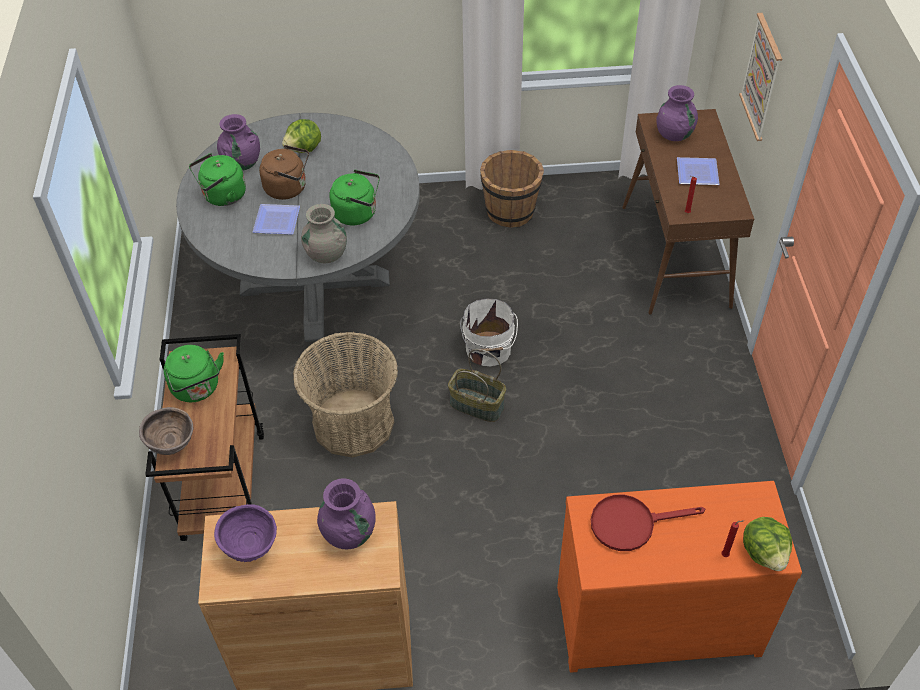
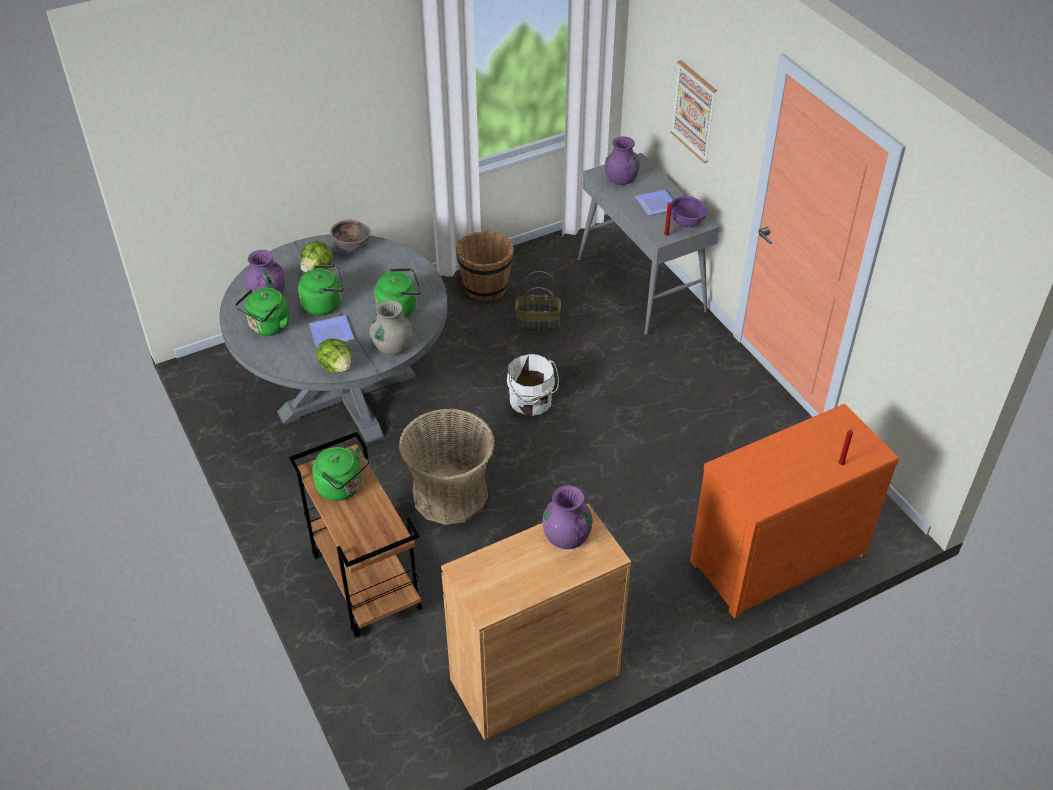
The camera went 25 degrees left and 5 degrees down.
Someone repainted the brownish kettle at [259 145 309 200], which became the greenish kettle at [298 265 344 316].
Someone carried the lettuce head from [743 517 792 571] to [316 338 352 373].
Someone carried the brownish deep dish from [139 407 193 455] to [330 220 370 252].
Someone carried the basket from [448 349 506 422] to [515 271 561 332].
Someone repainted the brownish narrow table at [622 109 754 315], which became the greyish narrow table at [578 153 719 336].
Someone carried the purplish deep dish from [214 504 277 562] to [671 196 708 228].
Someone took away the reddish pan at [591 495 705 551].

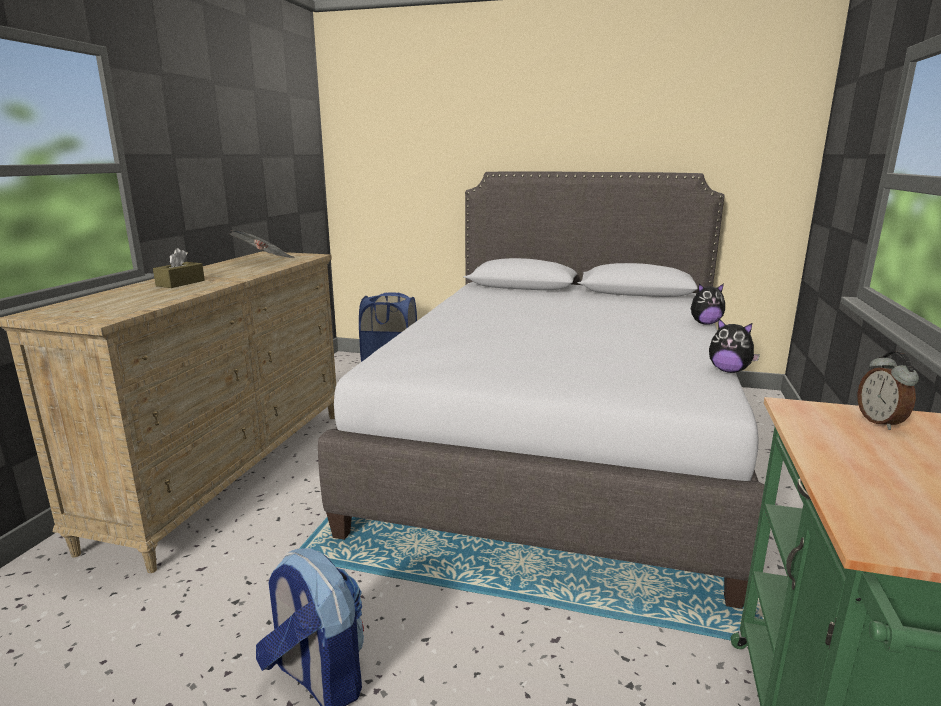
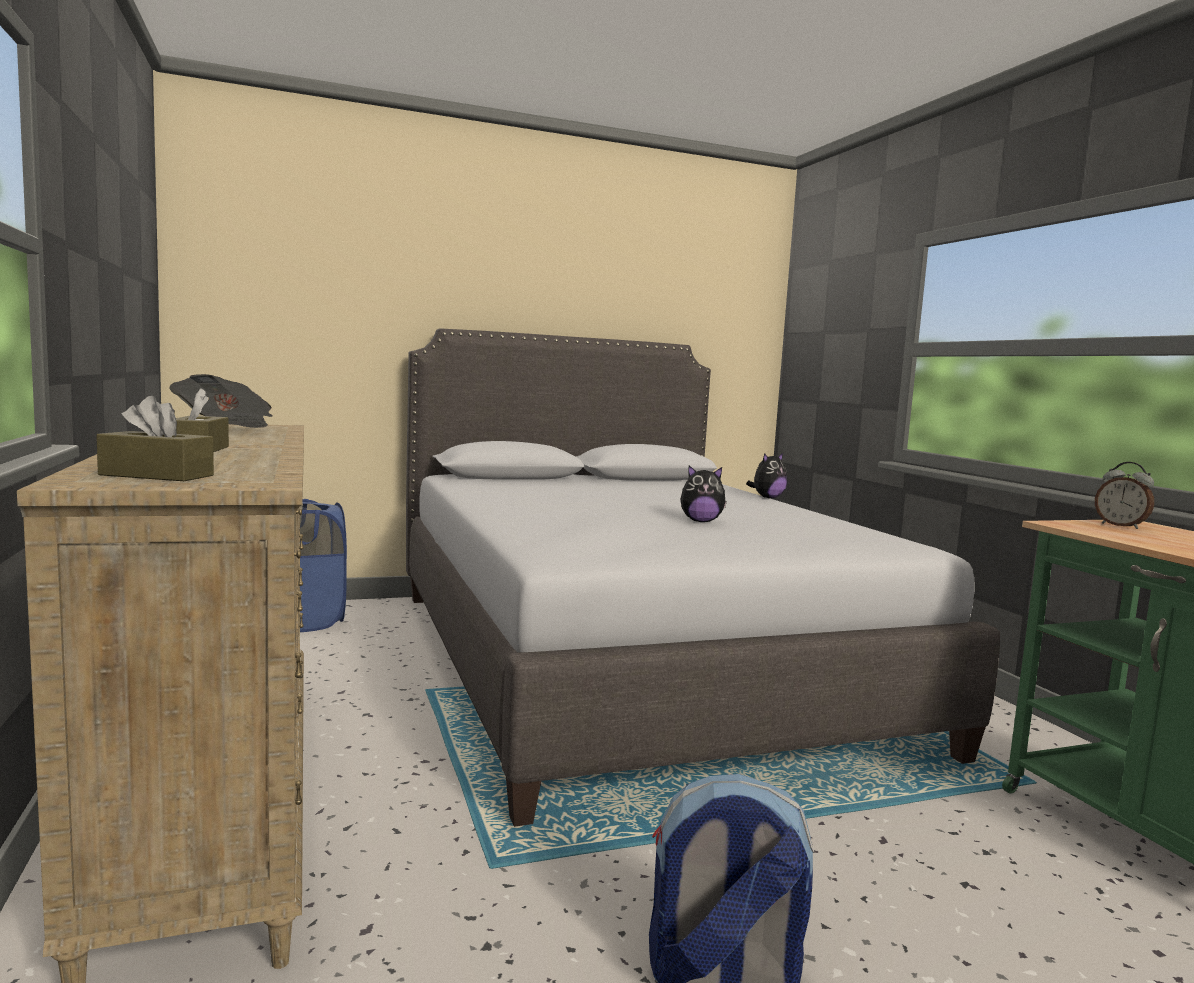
The camera went 35 degrees left and 10 degrees down.
Someone put down the brownish tissue holder at [96 396 214 481].
Someone carried the plush toy from [709 319 760 373] to [680 465 727 522].

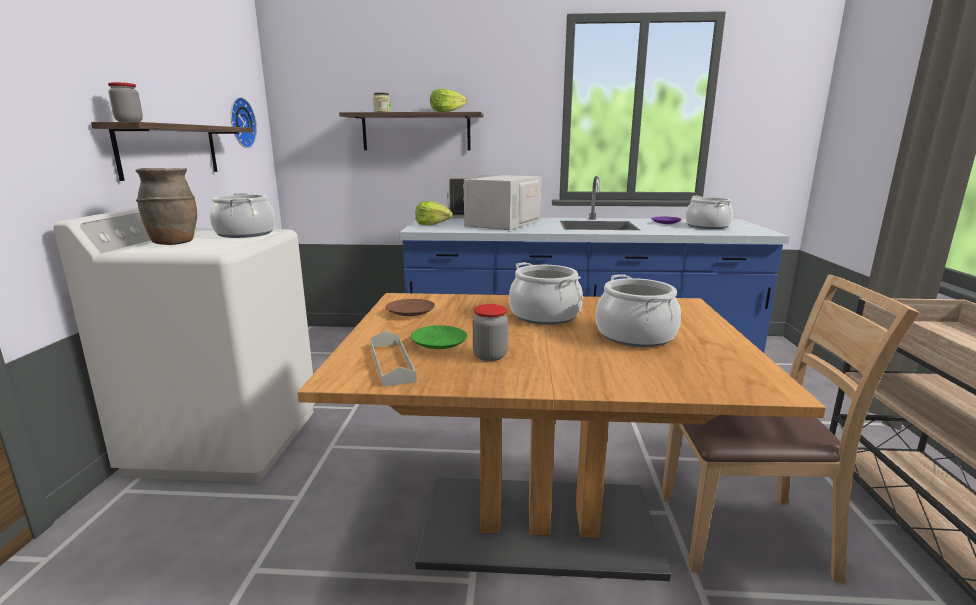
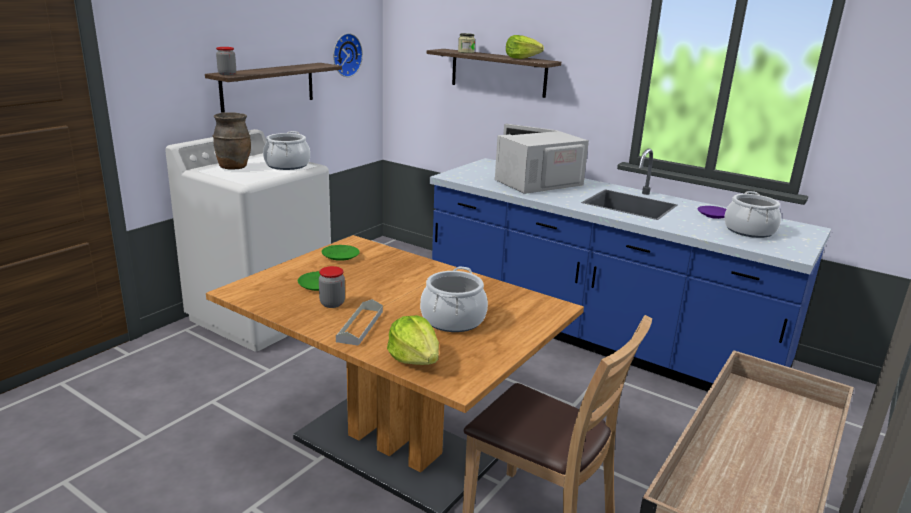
The camera went 30 degrees right and 5 degrees up.
Someone repainted the brownish flat dish at [385 299 435 316], which became the greenish flat dish at [322 245 360 261].
Someone carried the greyish carrying tray from [370 331 417 387] to [336 299 383 346].
Someone carried the lettuce head from [415 201 453 226] to [387 315 439 365].
Someone took away the cooking pot at [509 262 583 325].

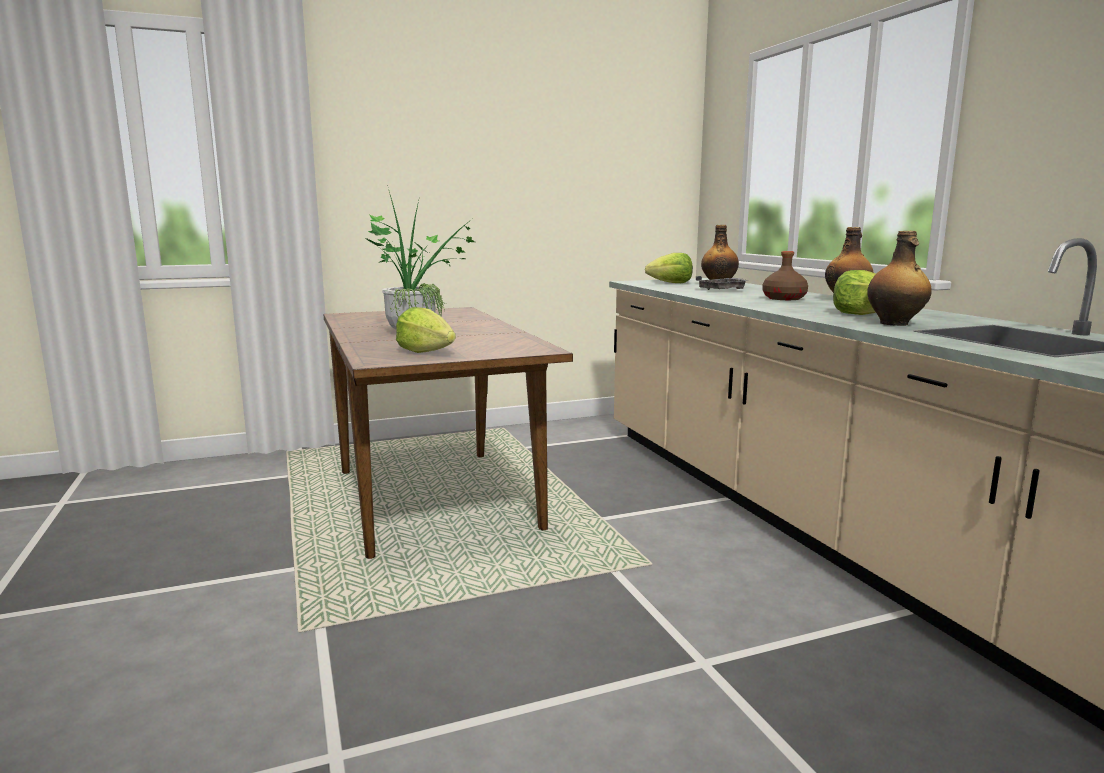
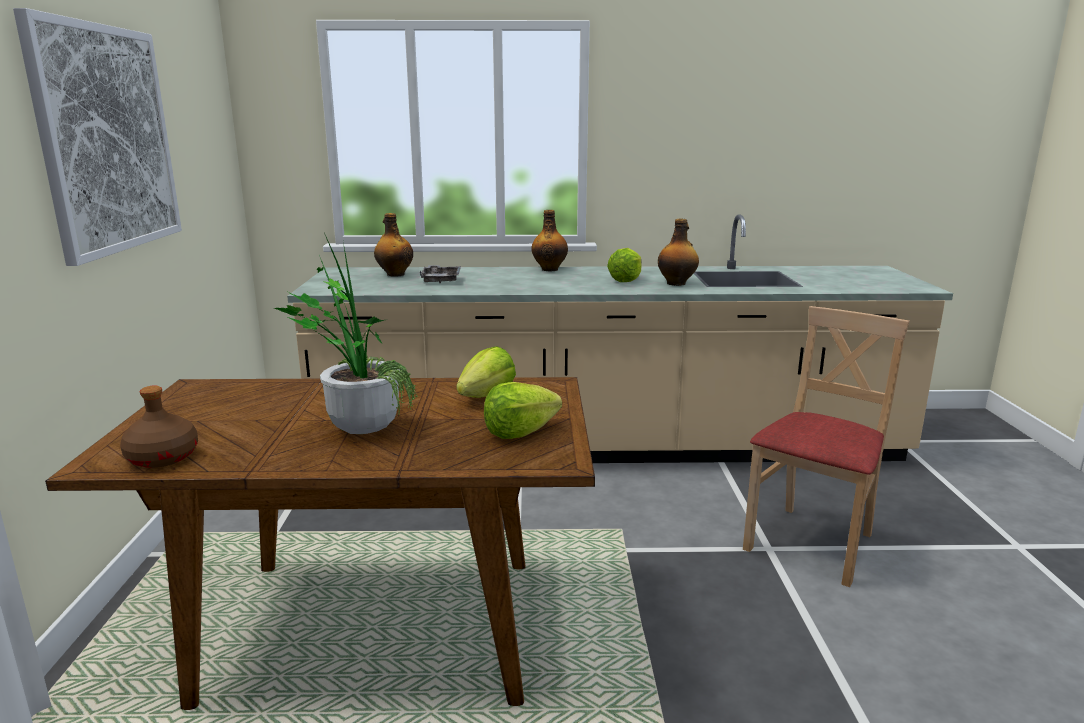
The camera went 70 degrees left and 5 degrees up.
Someone put up the wall picture at [13 8 182 266].
Someone carried the brownish bottle from [763 251 808 300] to [120 385 198 468].
Someone carried the lettuce head from [645 253 693 283] to [456 346 516 398].
Someone put down the beige upright chair at [743 306 910 587].

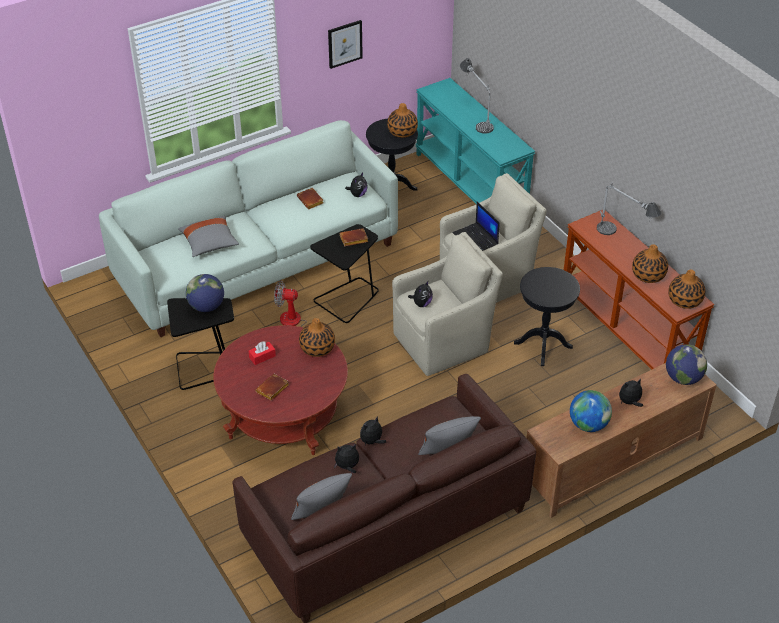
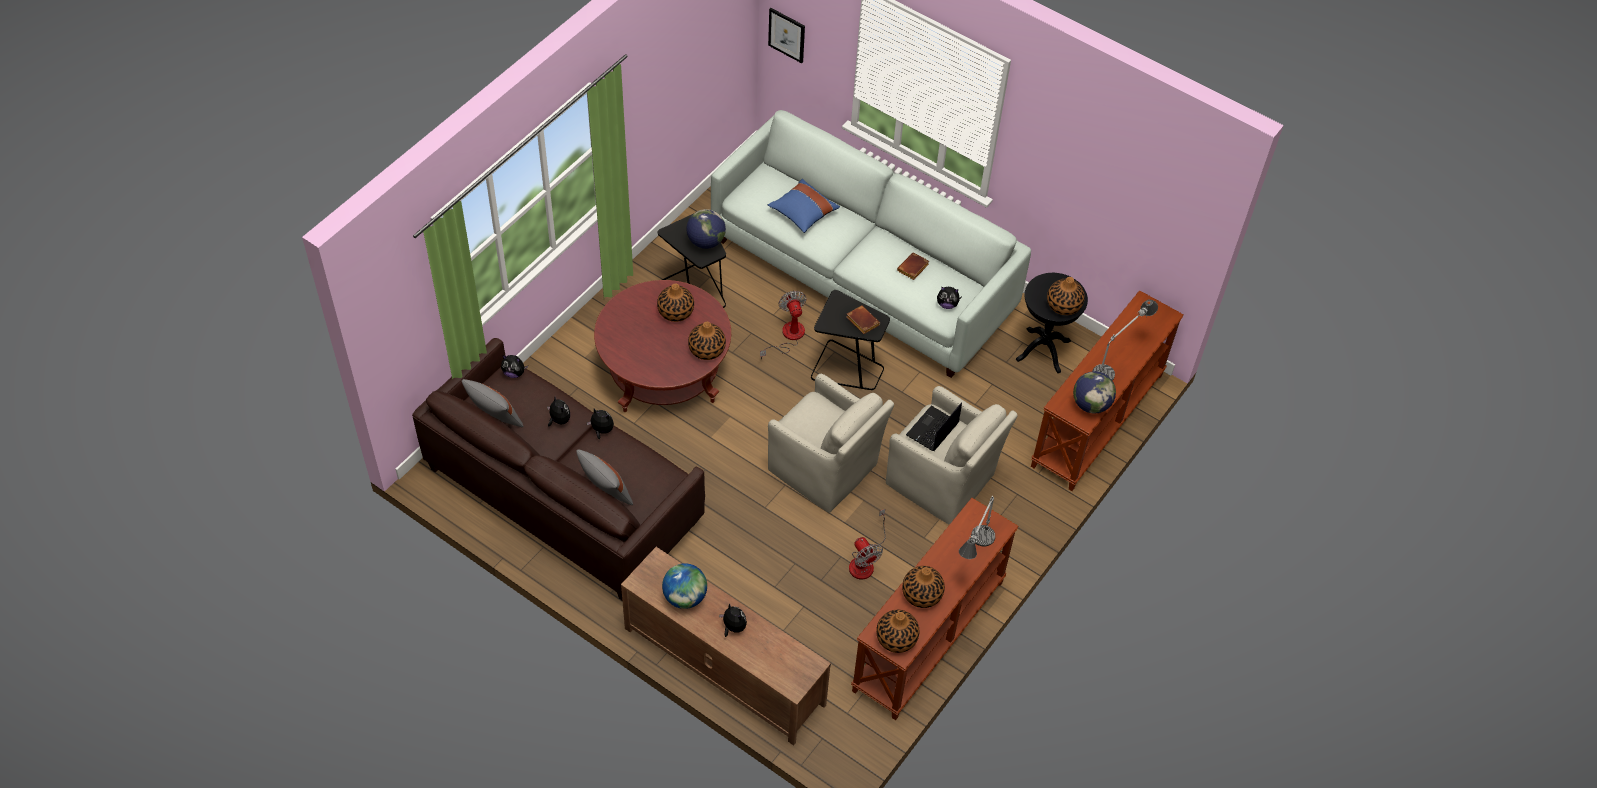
The camera went 65 degrees right and 10 degrees up.
Someone carried the plush toy from [408 280 433 307] to [501 355 528 378].
Someone swapped the reddish tissue holder at [249 341 276 365] for the decorative vase at [657 283 694 322].
Someone carried the wall picture from [328 20 363 69] to [768 8 805 63].
Someone repainted the greyish throw pillow at [178 216 239 257], which became the blue-coloured throw pillow at [768 179 840 233].
Someone swapped the blackish accent table at [514 267 580 366] for the fan at [849 509 886 580].
Someone repainted the blue-green narrow table at [416 78 535 204], which became the brownish narrow table at [1031 290 1184 491].
Someone carried the world globe from [666 344 707 385] to [1073 371 1116 413].
Someone took away the brownish volume at [255 374 289 401].

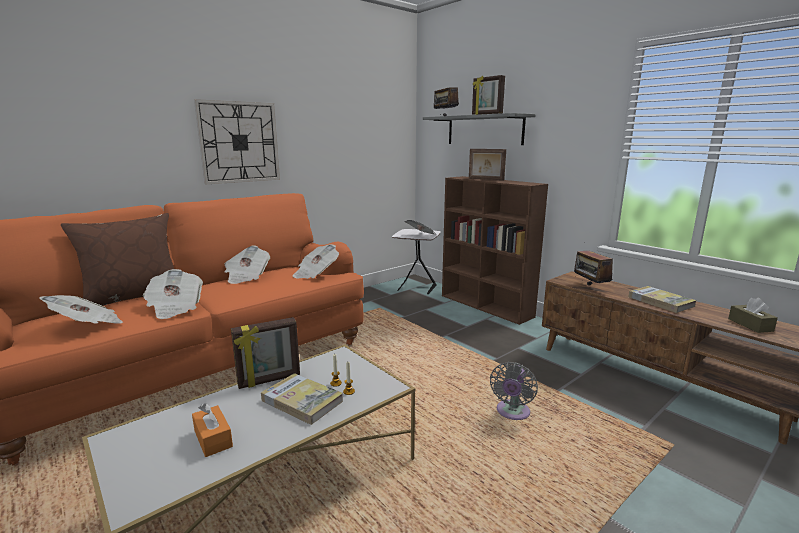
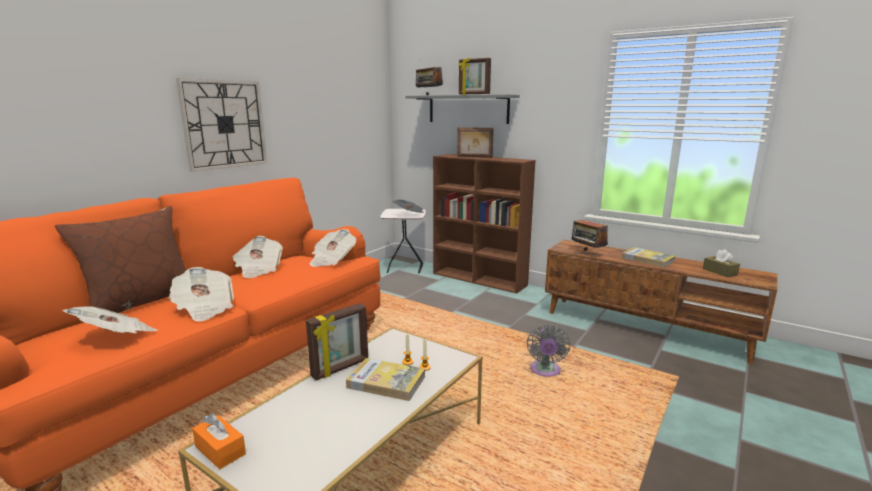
The camera went 15 degrees left and 0 degrees up.
Someone carried the orangey tissue holder from [192 403 233 457] to [192 414 246 469].

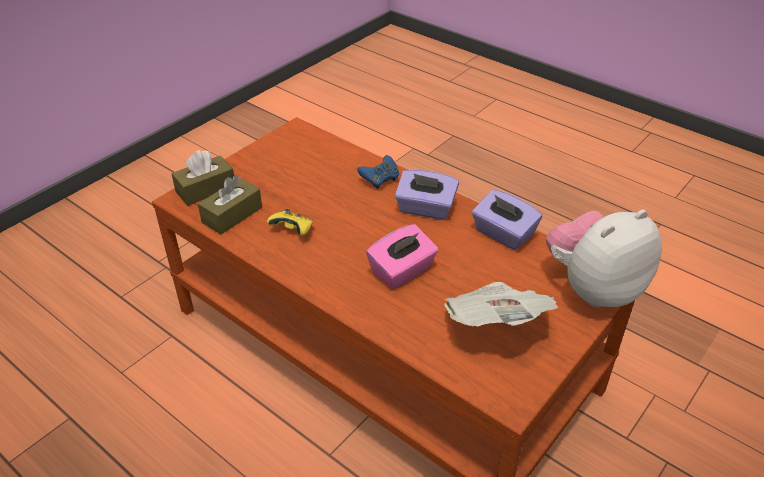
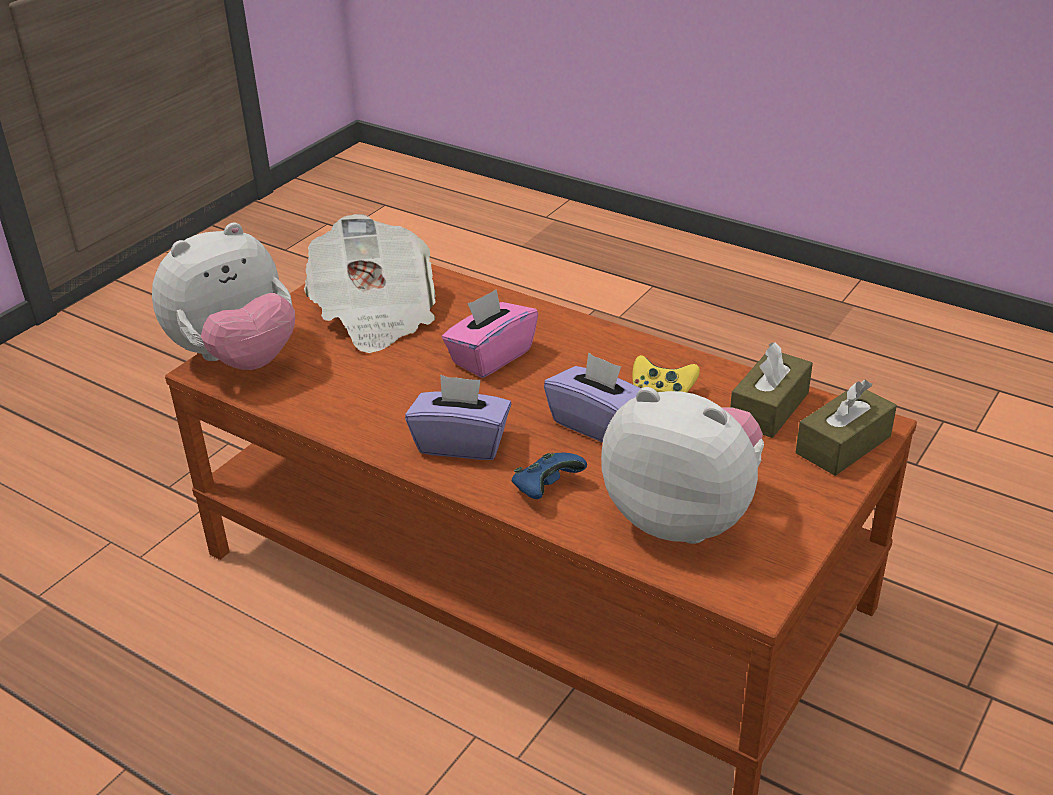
The camera went 175 degrees right and 5 degrees down.
Someone carried the purplish tissue holder from [472 190 542 250] to [544 352 641 443].
Someone put down the plush toy at [601 387 764 544].

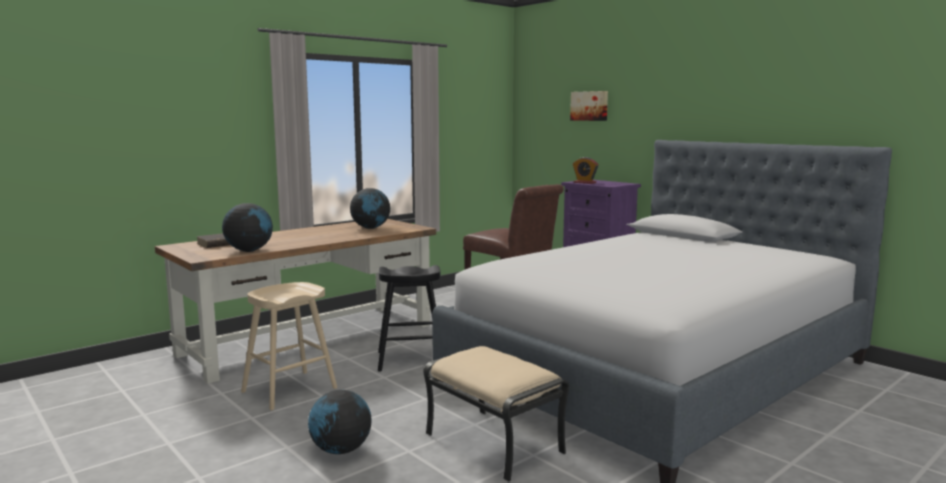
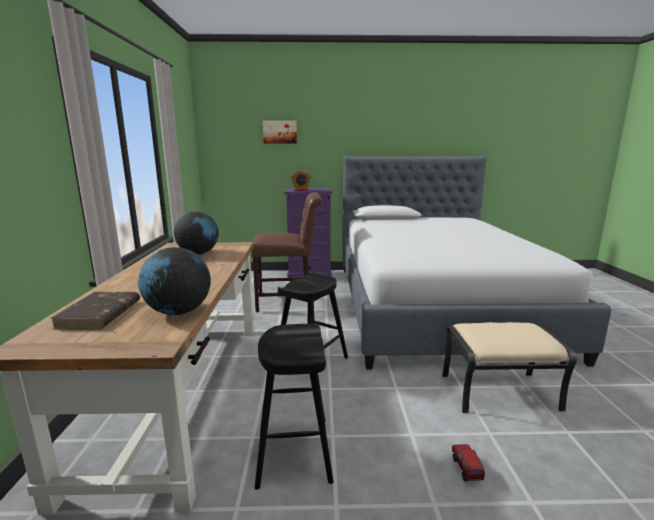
The camera went 50 degrees left and 5 degrees up.
Someone repainted the beige sitting stool at [241 282 337 410], which became the blackish sitting stool at [255 324 333 490].
Someone swapped the world globe at [308 390 372 454] for the toy lorry at [452 444 485 481].

